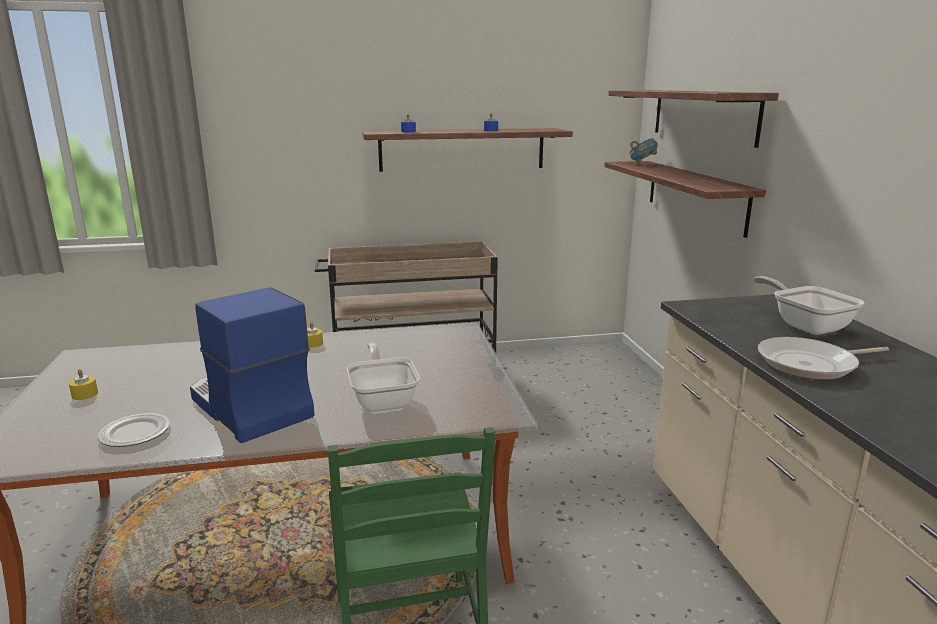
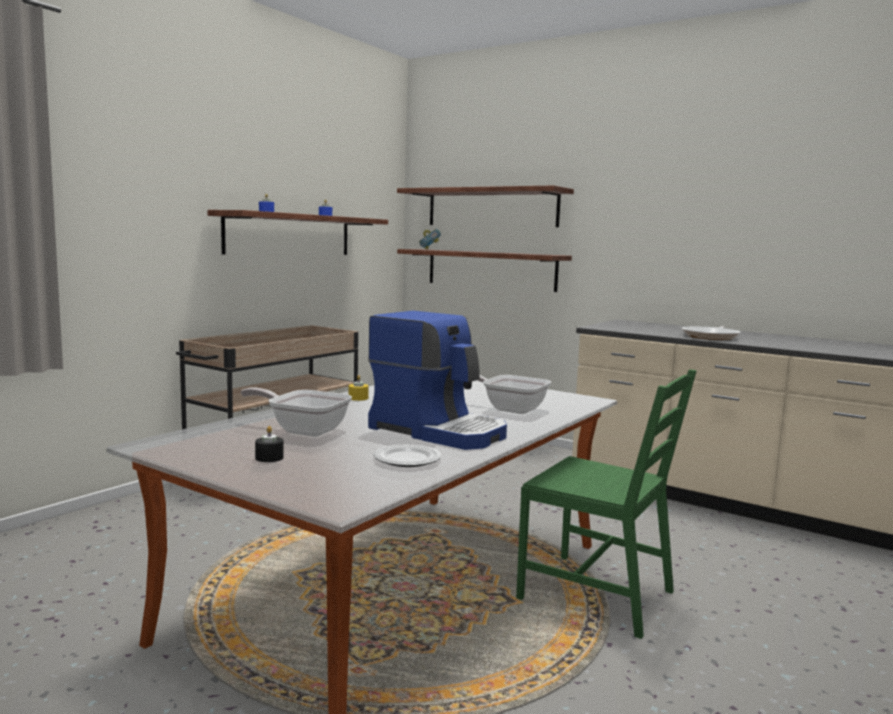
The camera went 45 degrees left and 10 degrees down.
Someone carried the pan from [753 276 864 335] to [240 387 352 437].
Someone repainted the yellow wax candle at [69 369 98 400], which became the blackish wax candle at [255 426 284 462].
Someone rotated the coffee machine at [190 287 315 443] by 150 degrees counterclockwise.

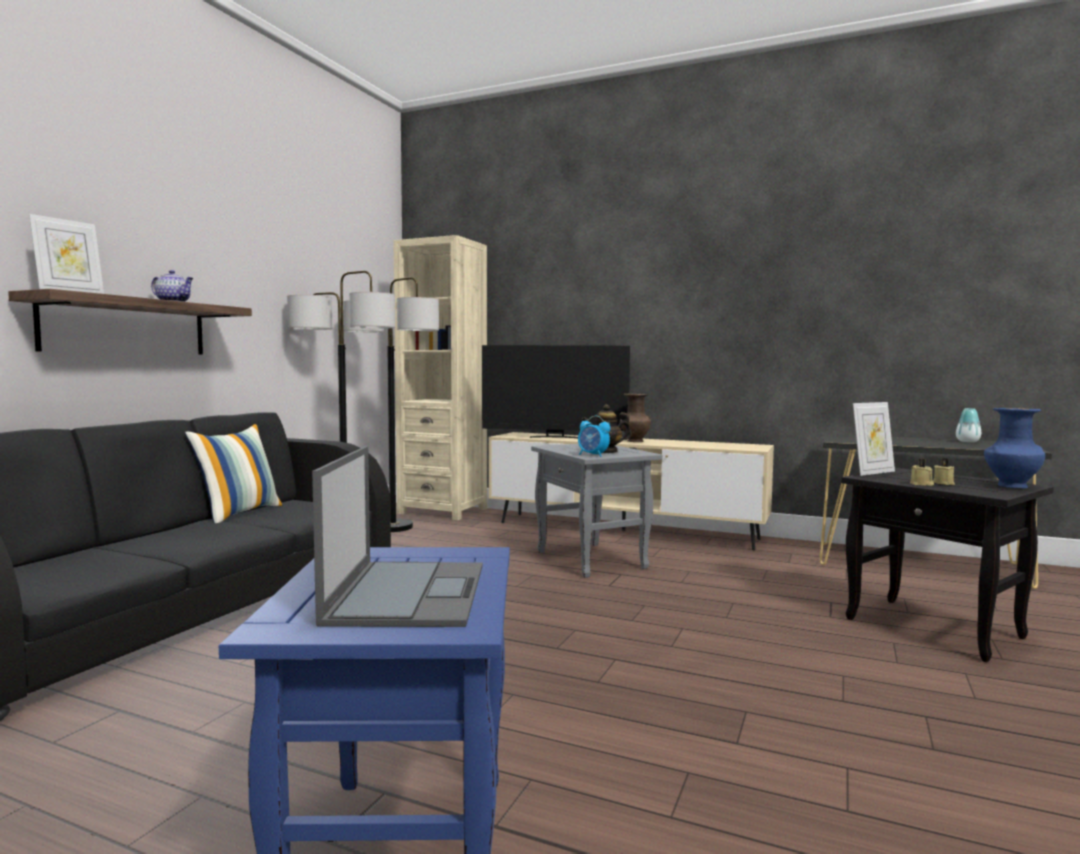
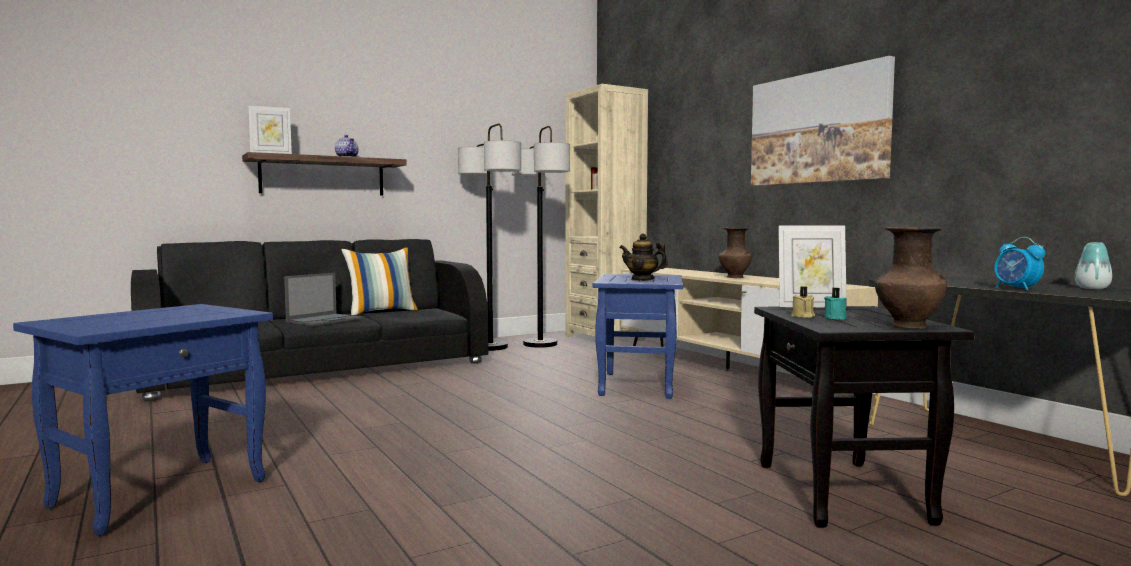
The camera went 35 degrees right and 0 degrees up.
Someone carried the laptop from [312 446 482 627] to [284 273 363 326].
Someone repainted the greyish accent table at [531 444 663 578], which became the blue-coloured accent table at [593 274 683 399].
Someone put up the wall picture at [751 56 895 186].
Someone repainted the beige wax candle at [933 458 955 485], which became the blue-green wax candle at [824 288 847 320].
Someone repainted the blue-coloured decorative vase at [984 408 1045 489], which became the brownish decorative vase at [875 227 947 329].
Someone carried the table clock from [578 416 610 457] to [994 237 1045 291].
Someone took away the TV set at [482 345 630 438].

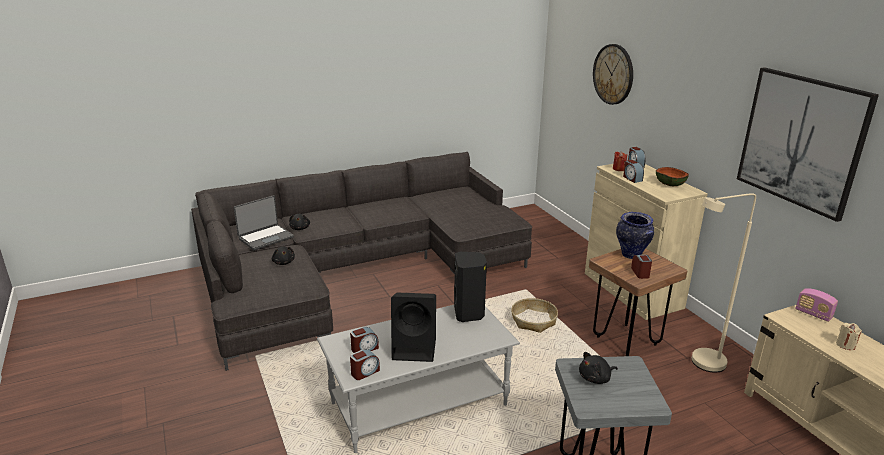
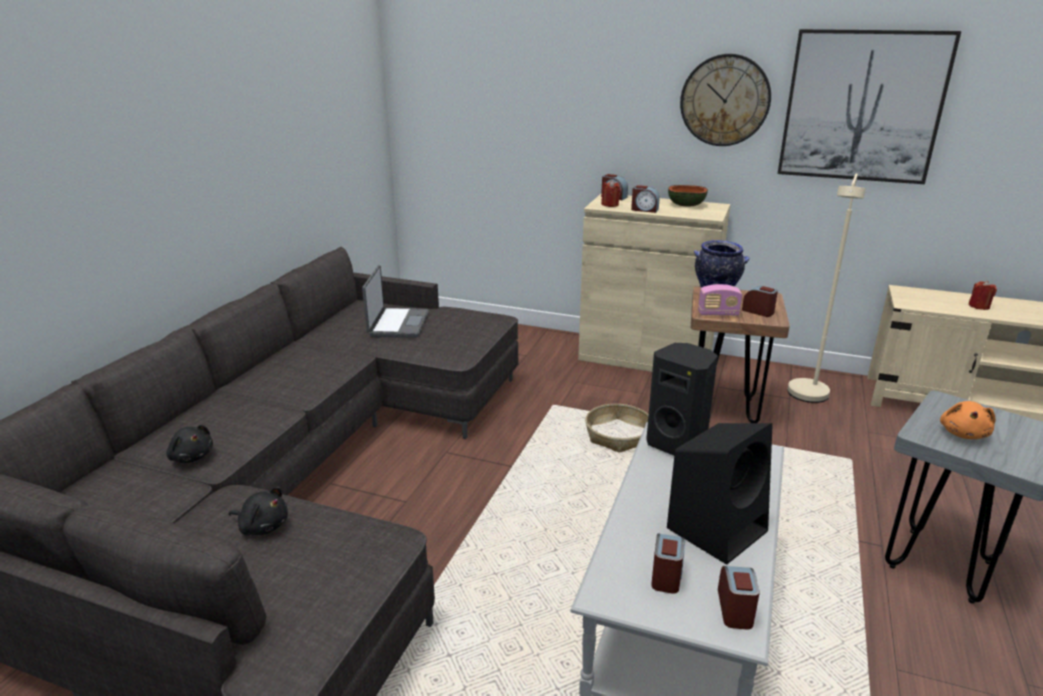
The camera went 45 degrees left and 0 degrees up.
Someone carried the laptop from [234 195 294 250] to [362 265 429 338].
Someone carried the wall clock from [593 44 633 105] to [680 54 771 146].
Someone carried the radio receiver from [795 288 838 322] to [698 284 742 316].
Someone repainted the blackish plush toy at [579 352 618 384], which became the orangey plush toy at [940 401 996 439].
Someone repainted the beige wax candle at [836 323 862 350], which became the reddish wax candle at [969 281 997 310].

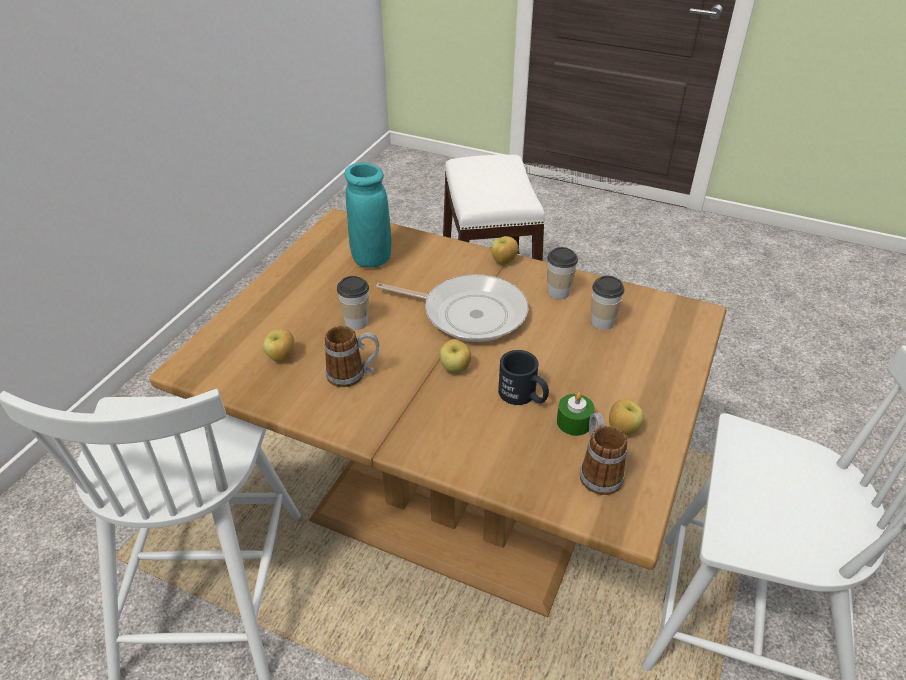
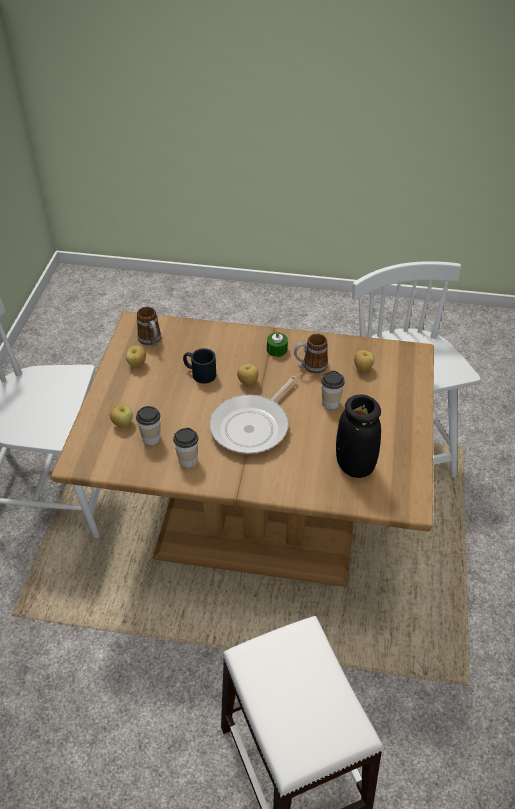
The camera went 165 degrees right and 5 degrees up.
Someone carried the apple fruit from [491 236 518 265] to [110 404 133 427].
Someone rotated the pan at [376 274 528 342] by 60 degrees counterclockwise.
Someone carried the greenish wax candle from [557 392 595 436] to [267 331 288 357].
Someone repainted the blue-green decorative vase at [345 162 391 268], which became the blackish decorative vase at [336 395 381 478].

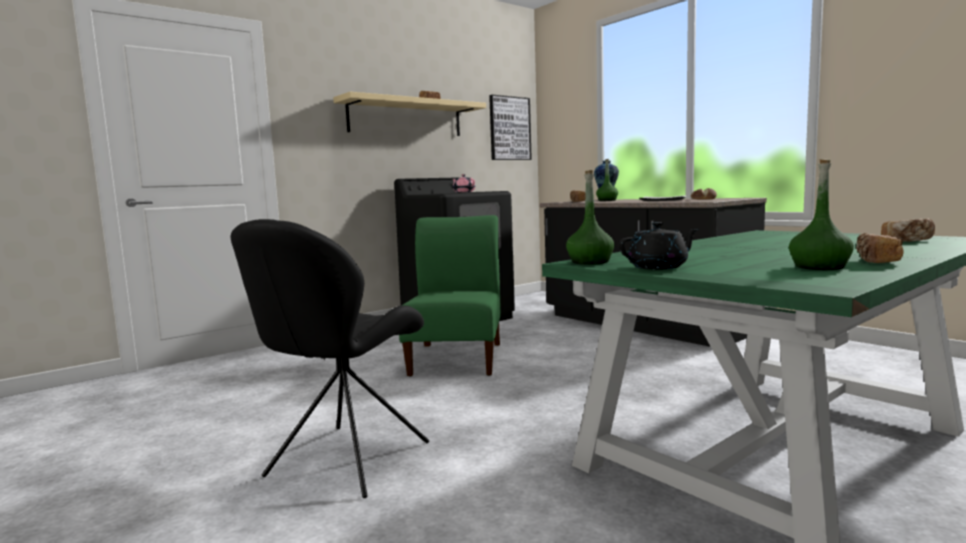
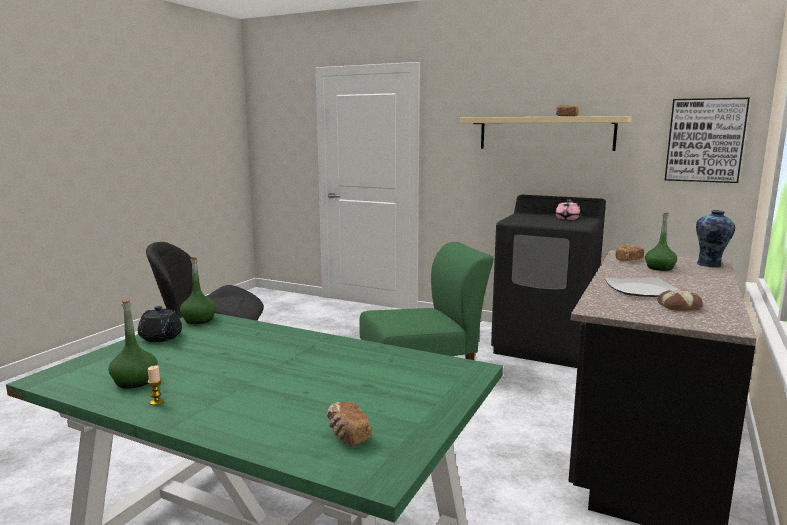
The camera went 65 degrees right and 5 degrees up.
Someone swapped the baked bread at [856 233 904 263] for the wax candle at [147 365 164 406].

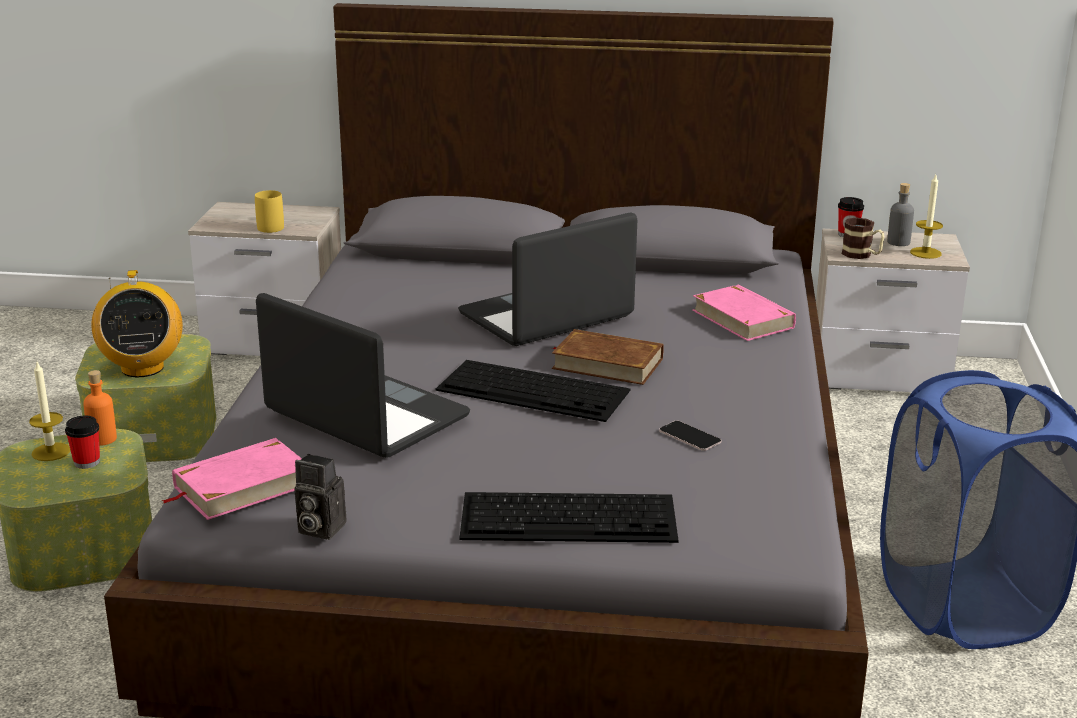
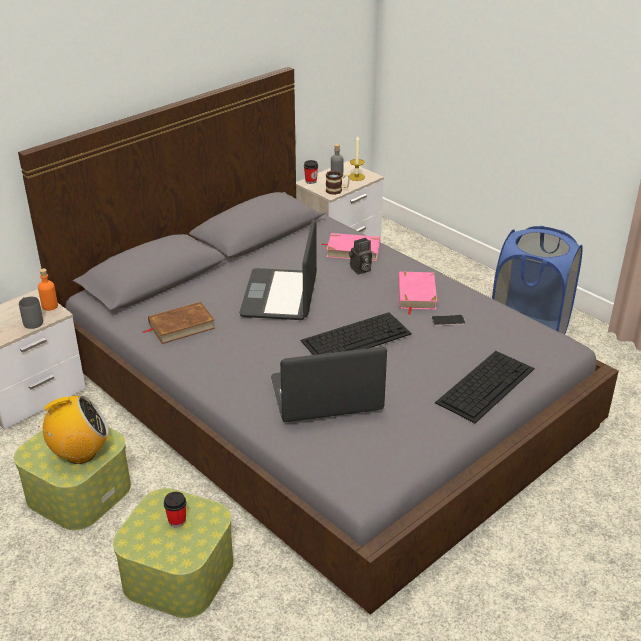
The camera went 50 degrees left and 10 degrees up.
Someone repainted the yellow mug at [255 190 284 233], which became the greyish mug at [19 297 43 329].
Someone carried the orangey bottle from [83 370 117 446] to [38 269 58 311].
Someone rotated the radio receiver at [91 270 183 377] by 45 degrees counterclockwise.
Someone carried the brownish volume from [552 329 664 385] to [142 302 215 344].
Someone carried the photo camera from [294 454 346 540] to [349 238 372 274].
Someone carried the pink-coloured volume from [162 438 302 520] to [398 271 437 314].
Someone took away the wax candle at [29 362 70 461].

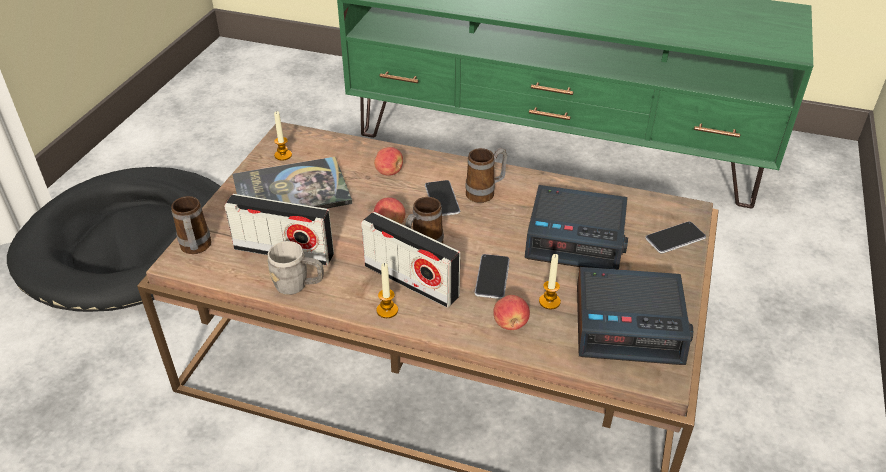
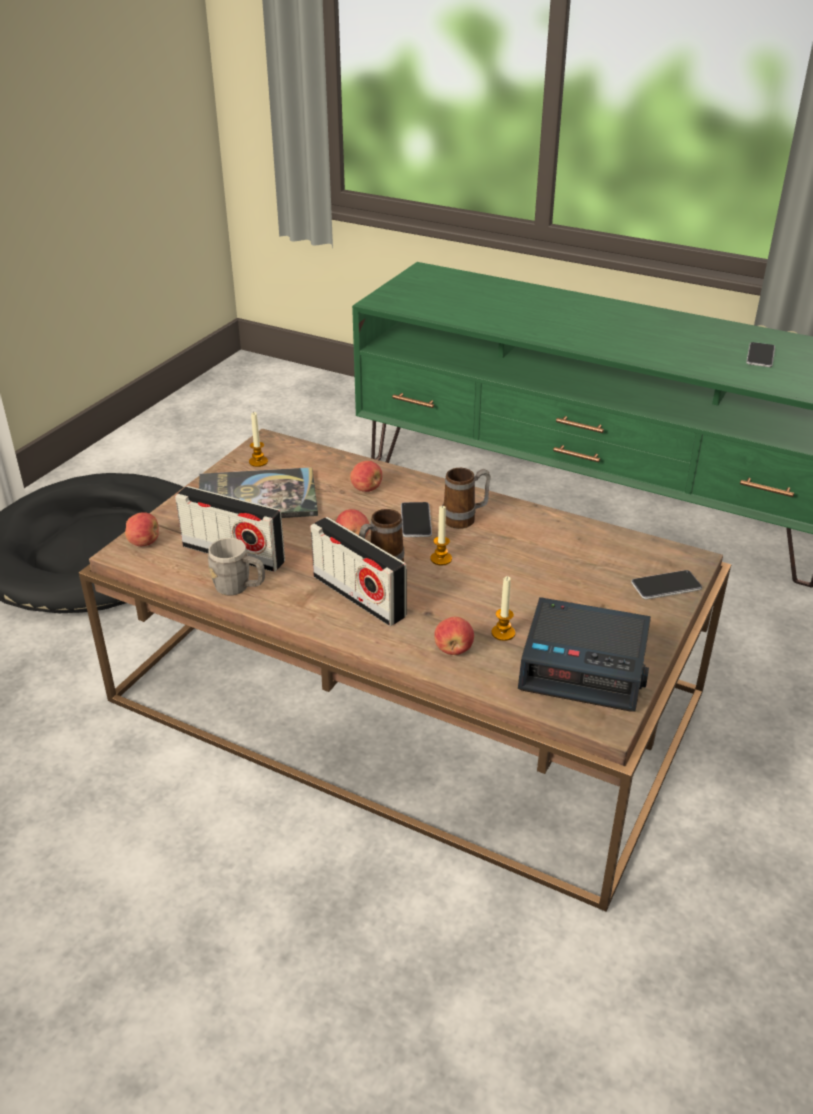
The camera went 10 degrees right and 5 degrees down.
Someone swapped the mug at [171 196 212 254] for the apple fruit at [125 512 159 546].
Someone carried the wax candle from [376 263 398 318] to [430 505 452 566].
Someone carried the phone from [475 254 510 299] to [746 342 775 367].
Someone took away the table clock at [524 185 628 270].

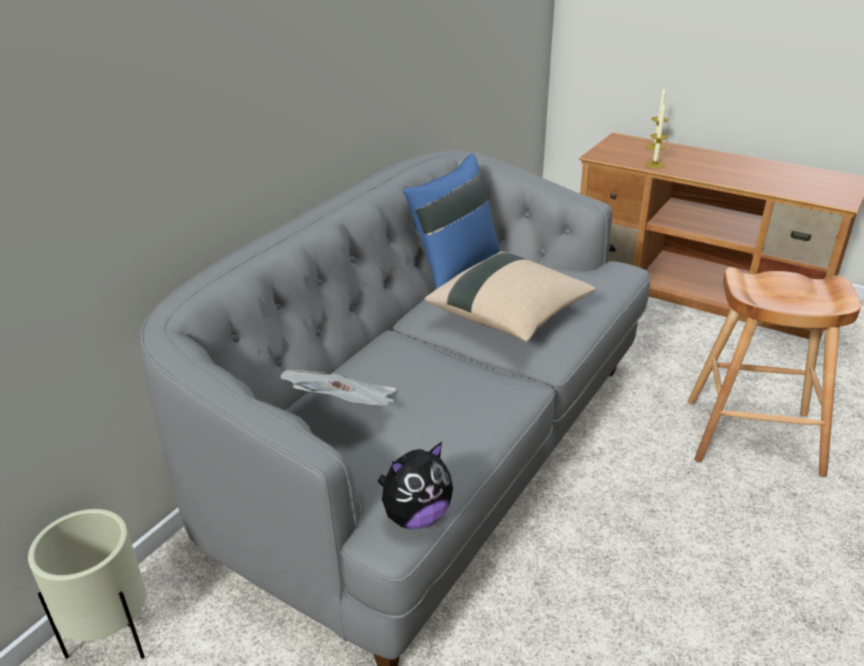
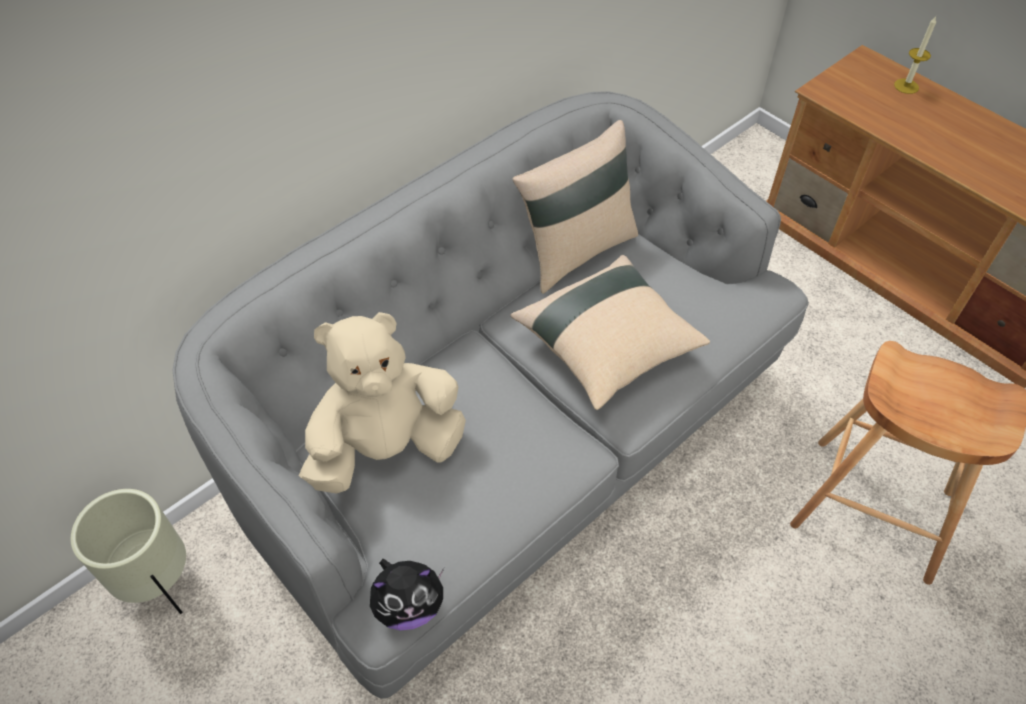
The camera went 15 degrees right and 20 degrees up.
Someone swapped the daily paper at [280 370 396 407] for the beige plush toy at [299 312 466 494].
Someone repainted the blue-coloured throw pillow at [403 153 500 289], which became the beige throw pillow at [513 120 638 294].
Someone took away the wax candle at [645 104 668 169].

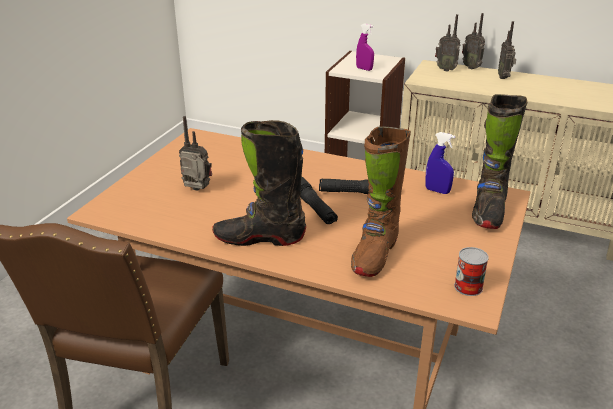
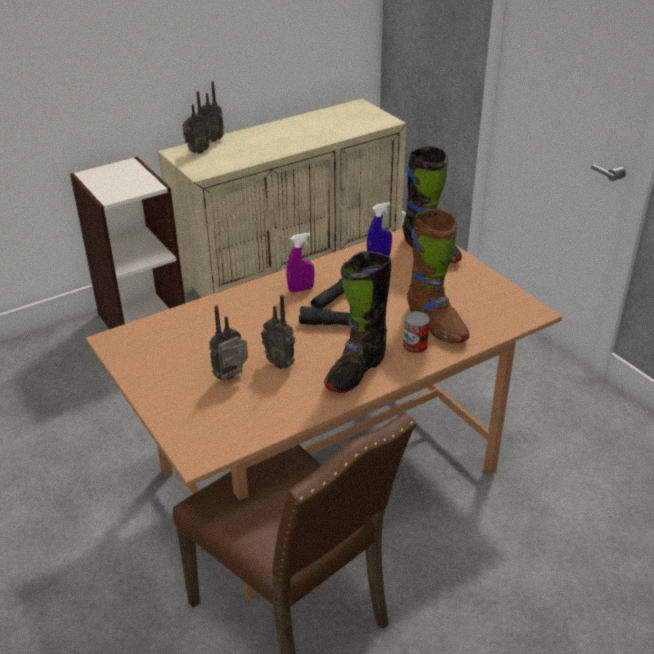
The camera went 55 degrees left and 5 degrees up.
Someone carried the radio receiver from [498 21 516 79] to [261 294 295 369].
Someone carried the purplish hand sprayer from [356 23 374 71] to [287 233 314 293].
Someone carried the metal can from [454 247 489 296] to [403 311 430 354].

